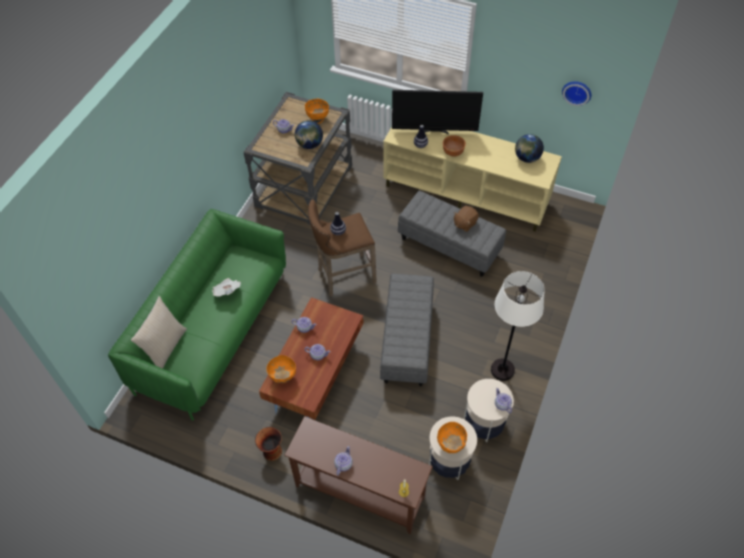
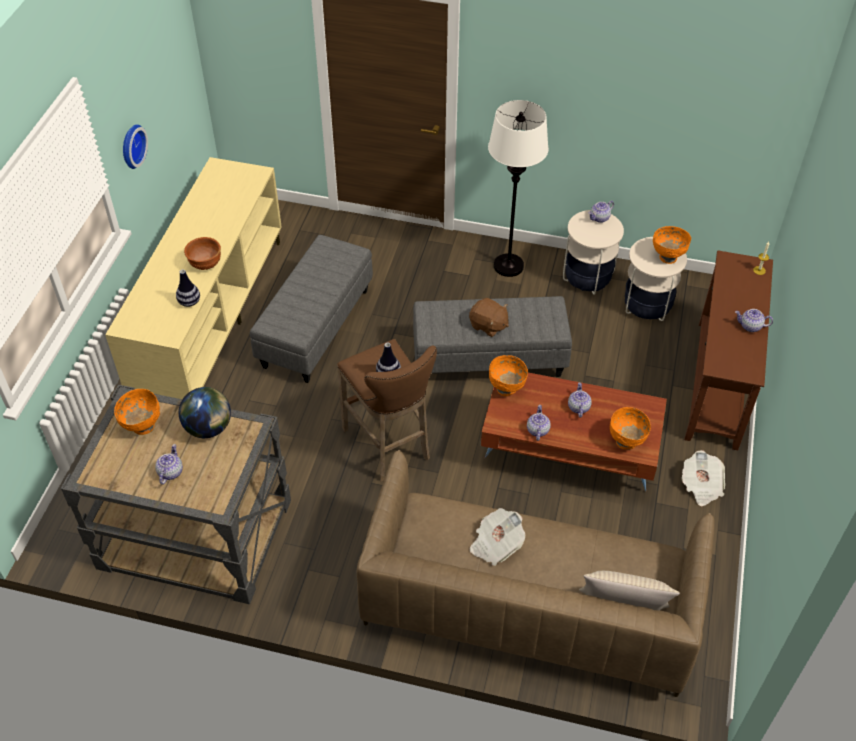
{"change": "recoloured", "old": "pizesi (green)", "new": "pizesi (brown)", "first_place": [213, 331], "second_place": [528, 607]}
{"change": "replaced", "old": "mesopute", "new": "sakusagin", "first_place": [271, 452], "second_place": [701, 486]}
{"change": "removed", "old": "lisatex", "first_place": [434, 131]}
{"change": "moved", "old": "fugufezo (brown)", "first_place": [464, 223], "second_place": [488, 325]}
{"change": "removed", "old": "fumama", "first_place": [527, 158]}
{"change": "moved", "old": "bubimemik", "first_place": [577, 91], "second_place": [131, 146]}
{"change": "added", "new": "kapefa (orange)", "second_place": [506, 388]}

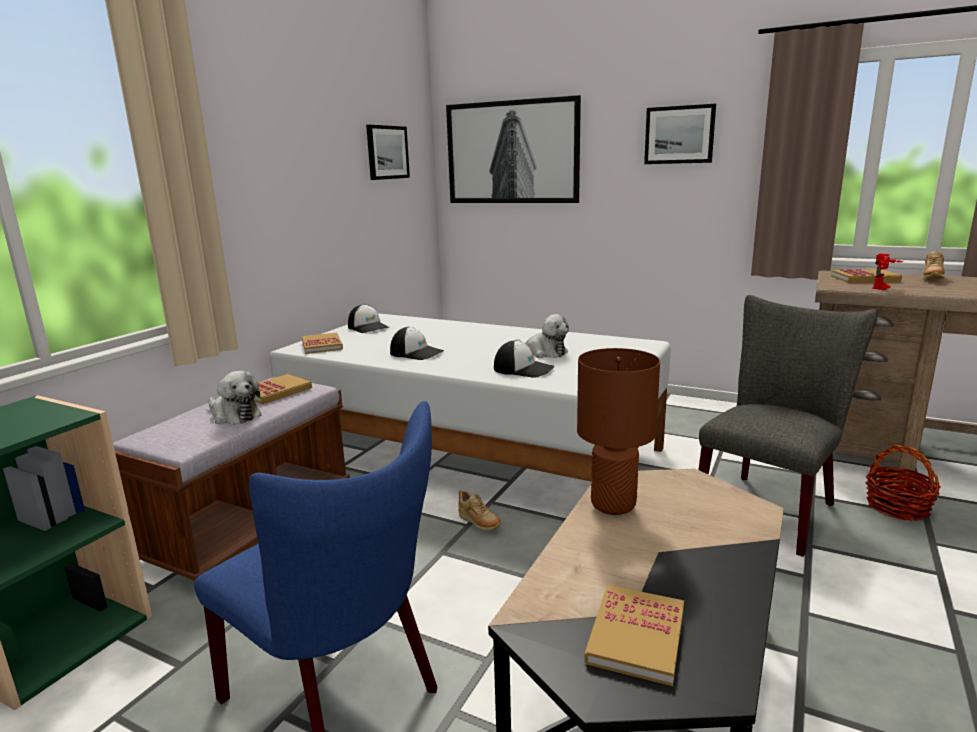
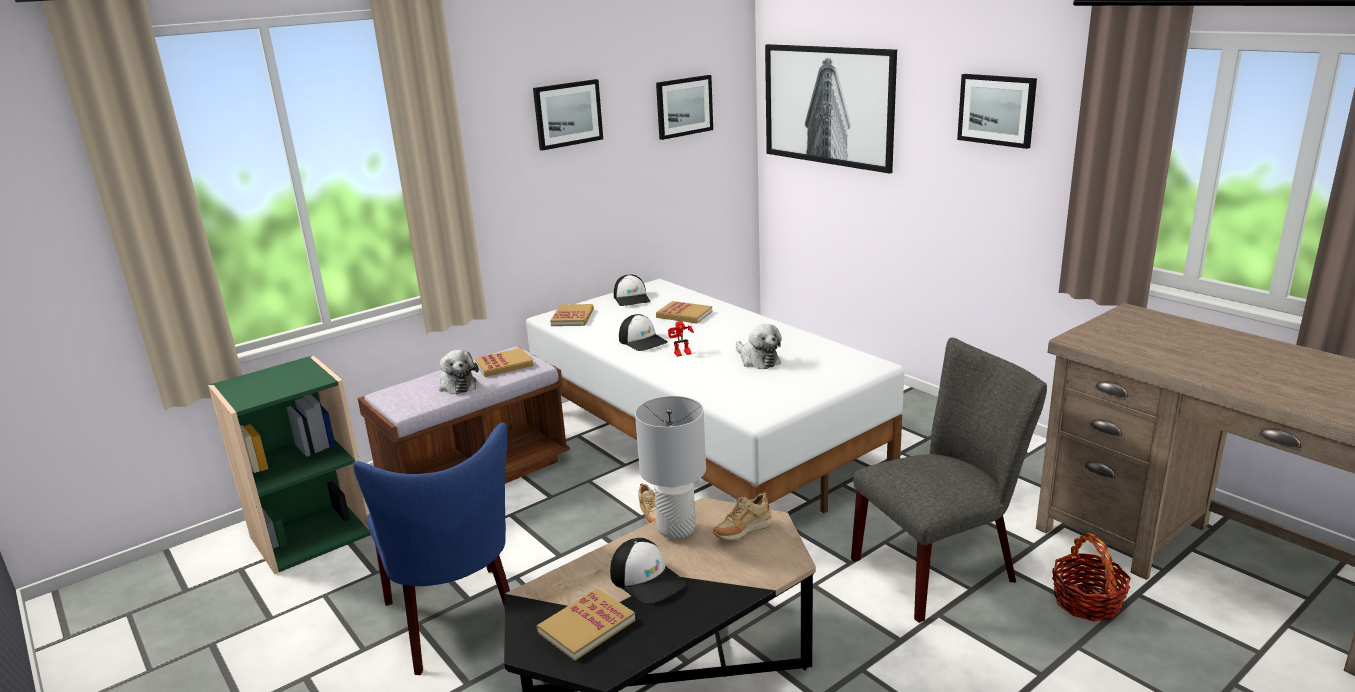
{"change": "moved", "old": "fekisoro", "first_place": [523, 369], "second_place": [647, 579]}
{"change": "recoloured", "old": "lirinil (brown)", "new": "lirinil (grey)", "first_place": [614, 508], "second_place": [677, 532]}
{"change": "moved", "old": "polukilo", "first_place": [865, 279], "second_place": [684, 314]}
{"change": "moved", "old": "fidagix", "first_place": [883, 288], "second_place": [682, 354]}
{"change": "moved", "old": "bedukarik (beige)", "first_place": [932, 279], "second_place": [742, 532]}
{"change": "added", "new": "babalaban", "second_place": [567, 114]}

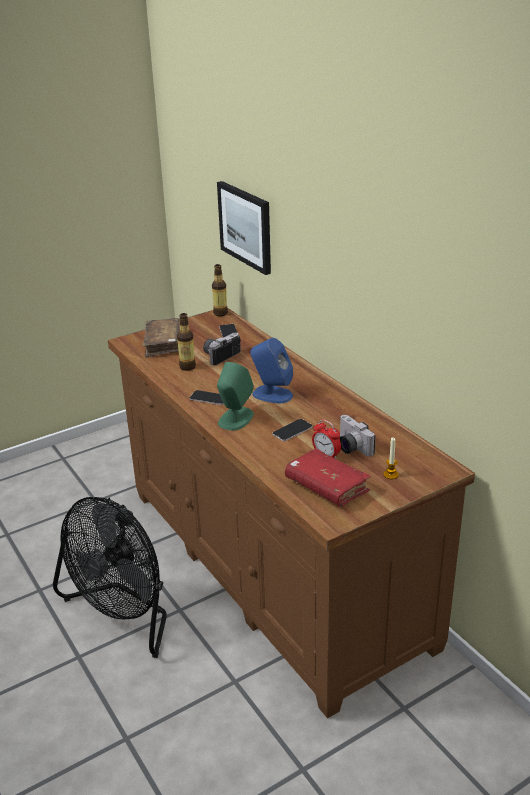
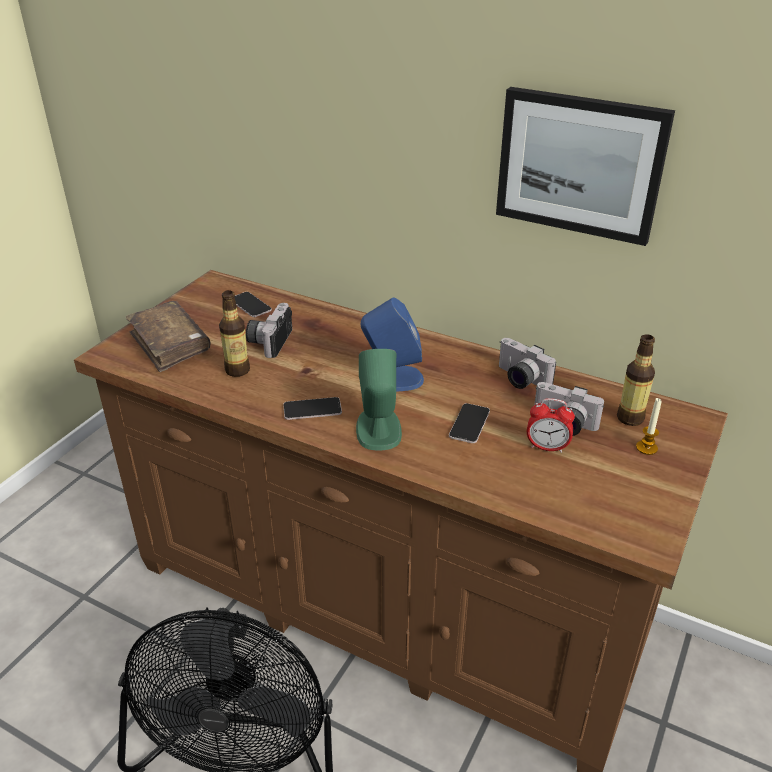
{"change": "moved", "old": "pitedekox", "first_place": [220, 313], "second_place": [630, 418]}
{"change": "moved", "old": "babalaban", "first_place": [246, 226], "second_place": [580, 164]}
{"change": "removed", "old": "polukilo (red)", "first_place": [326, 486]}
{"change": "added", "new": "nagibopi", "second_place": [519, 379]}

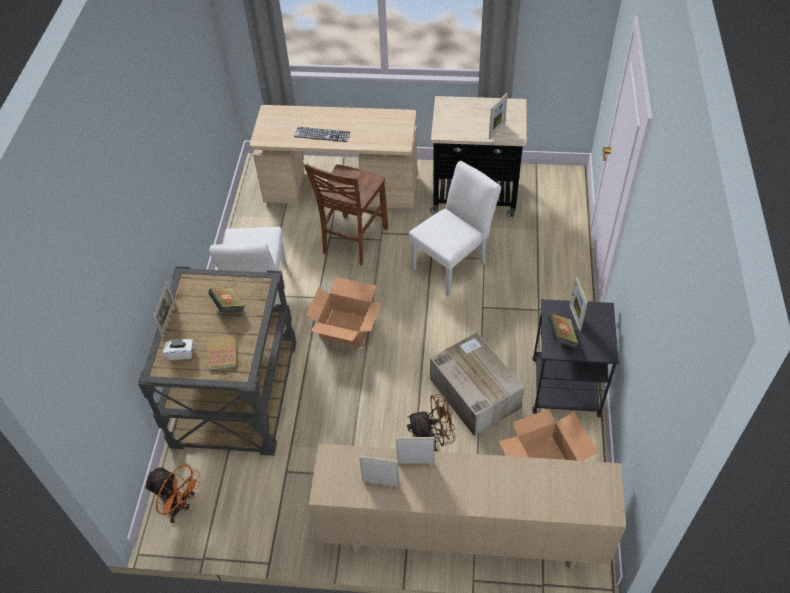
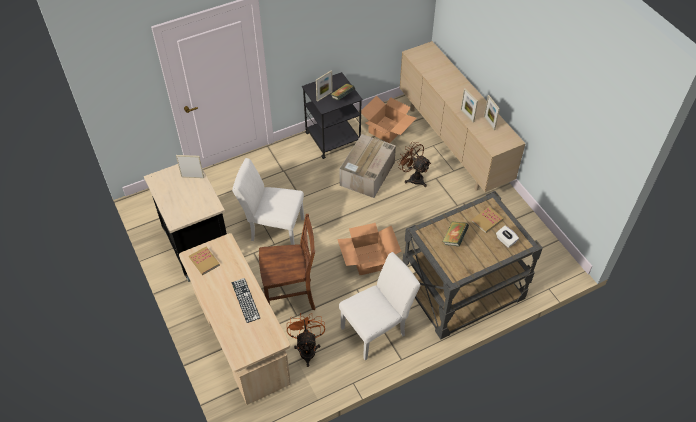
{"change": "moved", "old": "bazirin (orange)", "first_place": [180, 506], "second_place": [307, 348]}
{"change": "removed", "old": "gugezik", "first_place": [168, 319]}
{"change": "added", "new": "polukilo", "second_place": [204, 261]}

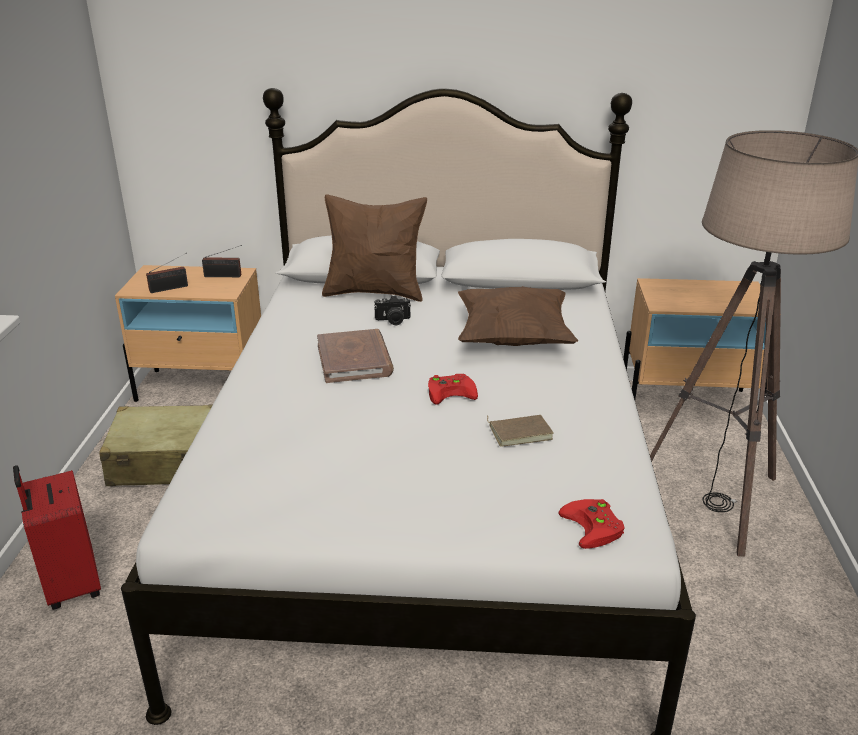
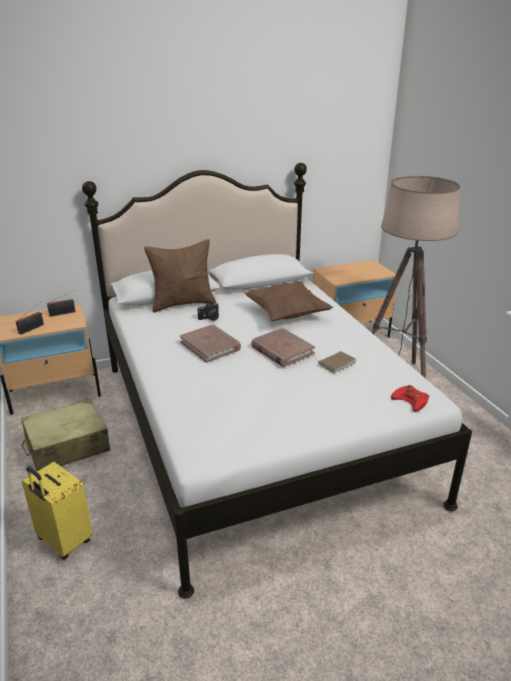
{"change": "recoloured", "old": "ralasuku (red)", "new": "ralasuku (yellow)", "first_place": [71, 586], "second_place": [63, 541]}
{"change": "replaced", "old": "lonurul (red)", "new": "polukilo (brown)", "first_place": [452, 391], "second_place": [282, 350]}

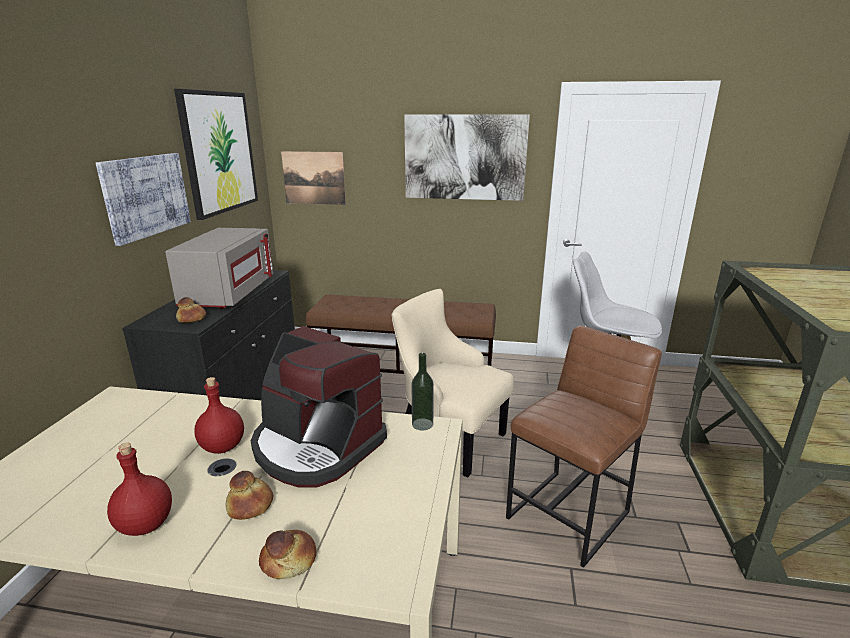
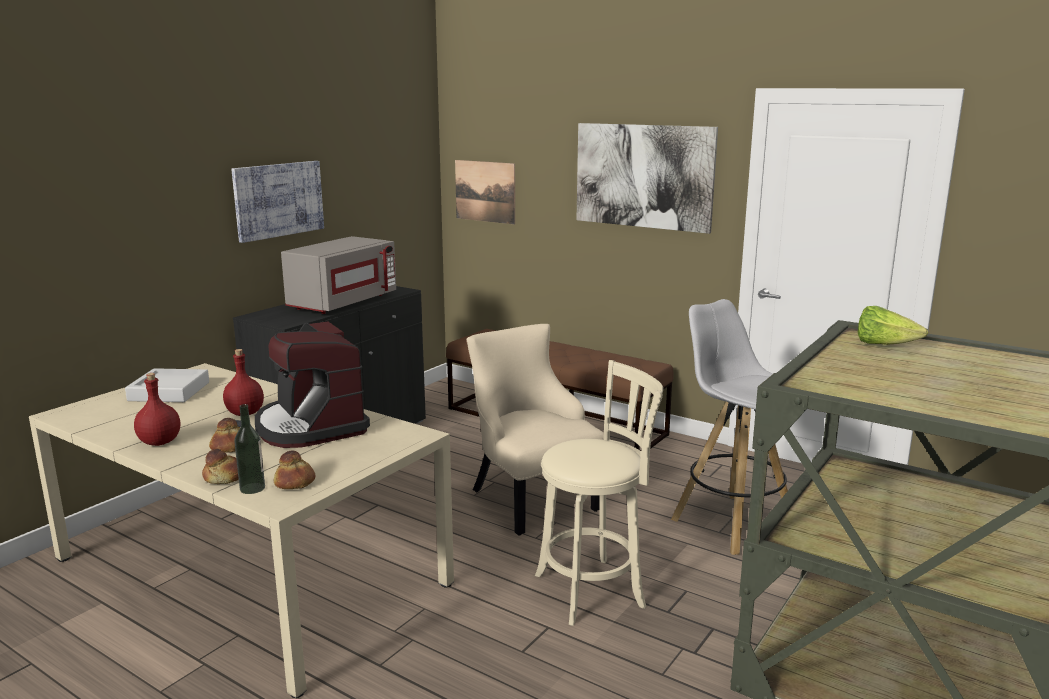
{"change": "removed", "old": "babalaban", "first_place": [219, 152]}
{"change": "moved", "old": "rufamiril", "first_place": [191, 319], "second_place": [294, 483]}
{"change": "moved", "old": "pitedekox", "first_place": [422, 424], "second_place": [252, 488]}
{"change": "replaced", "old": "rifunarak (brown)", "new": "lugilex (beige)", "first_place": [569, 514], "second_place": [595, 589]}
{"change": "added", "new": "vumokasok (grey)", "second_place": [169, 391]}
{"change": "added", "new": "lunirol", "second_place": [884, 345]}

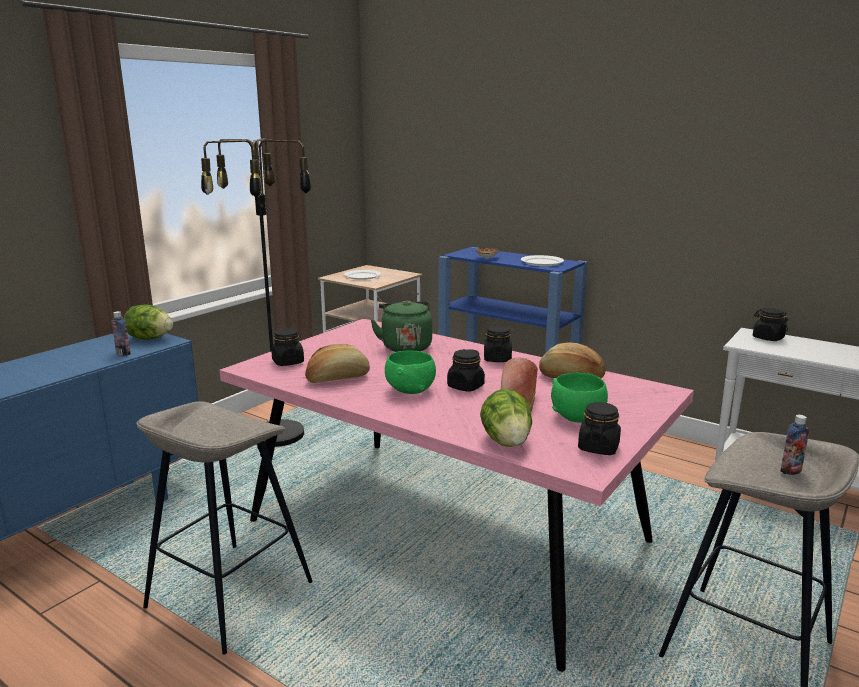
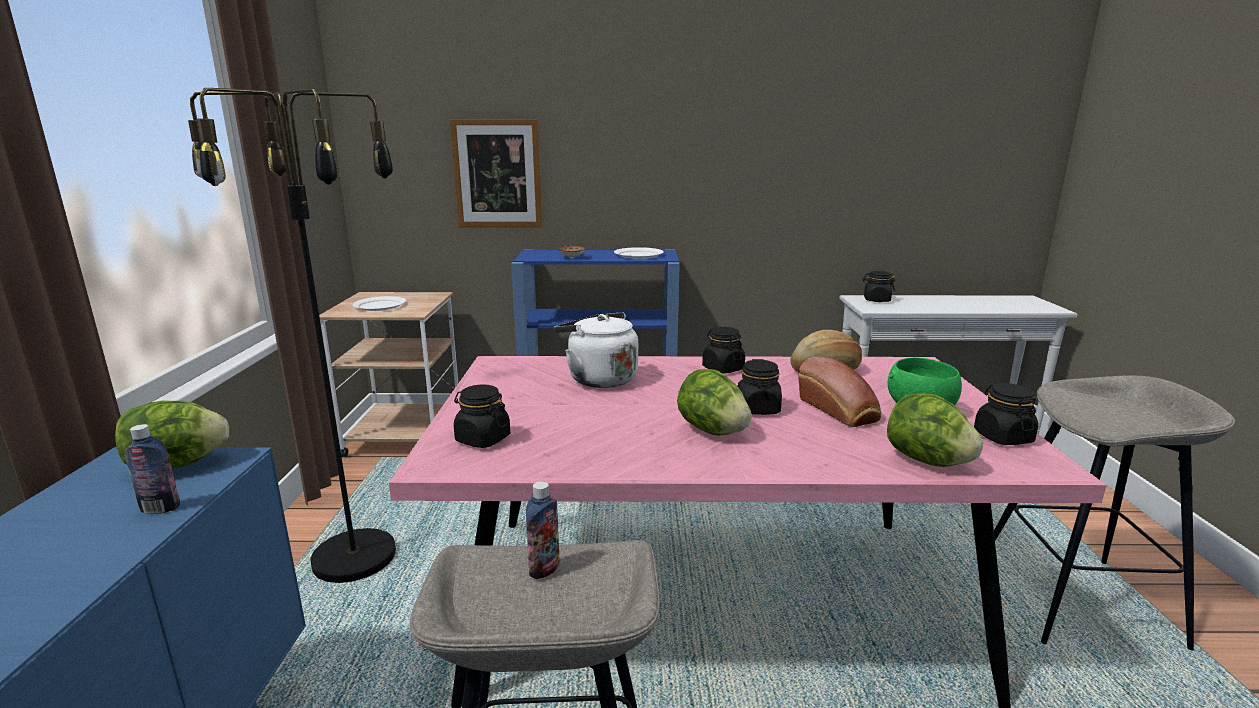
{"change": "removed", "old": "rufamiril", "first_place": [338, 378]}
{"change": "recoloured", "old": "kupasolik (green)", "new": "kupasolik (white)", "first_place": [405, 346], "second_place": [599, 378]}
{"change": "replaced", "old": "kapefa (green)", "new": "lunirol", "first_place": [411, 390], "second_place": [712, 431]}
{"change": "moved", "old": "pitedekox", "first_place": [790, 471], "second_place": [544, 569]}
{"change": "added", "new": "babalaban", "second_place": [497, 174]}

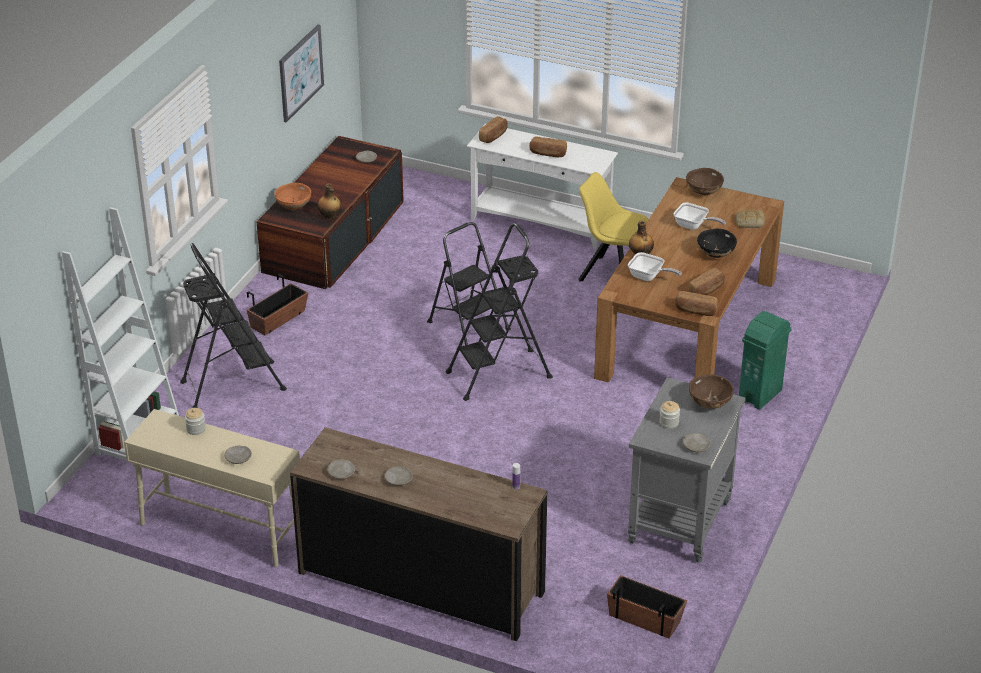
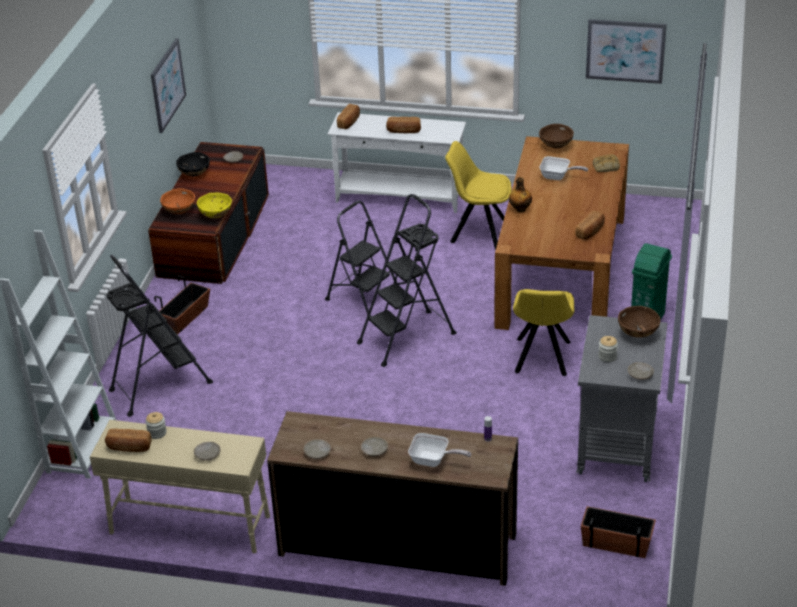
{"change": "replaced", "old": "pitedekox", "new": "kapefa (yellow)", "first_place": [329, 216], "second_place": [216, 215]}
{"change": "moved", "old": "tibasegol", "first_place": [649, 277], "second_place": [433, 461]}
{"change": "moved", "old": "rufamiril", "first_place": [695, 311], "second_place": [129, 447]}
{"change": "moved", "old": "kapefa (black)", "first_place": [715, 255], "second_place": [194, 174]}
{"change": "added", "new": "rifunarak (yellow)", "second_place": [542, 357]}
{"change": "added", "new": "babalaban", "second_place": [625, 51]}

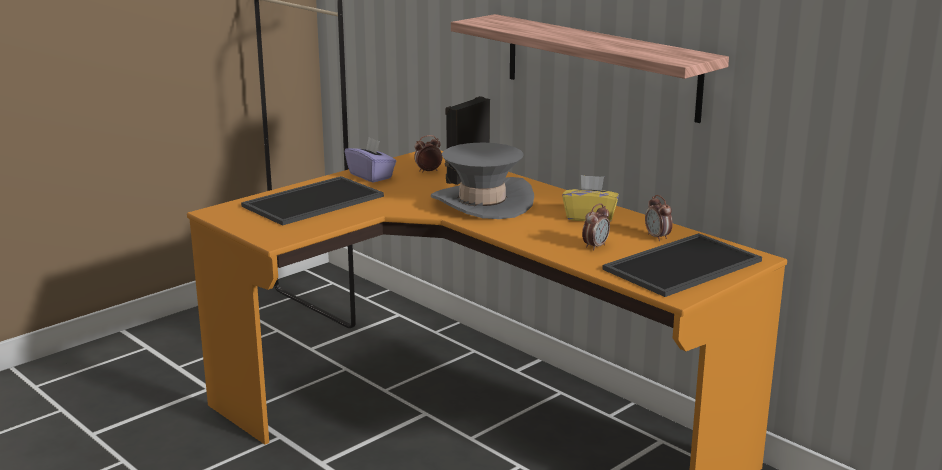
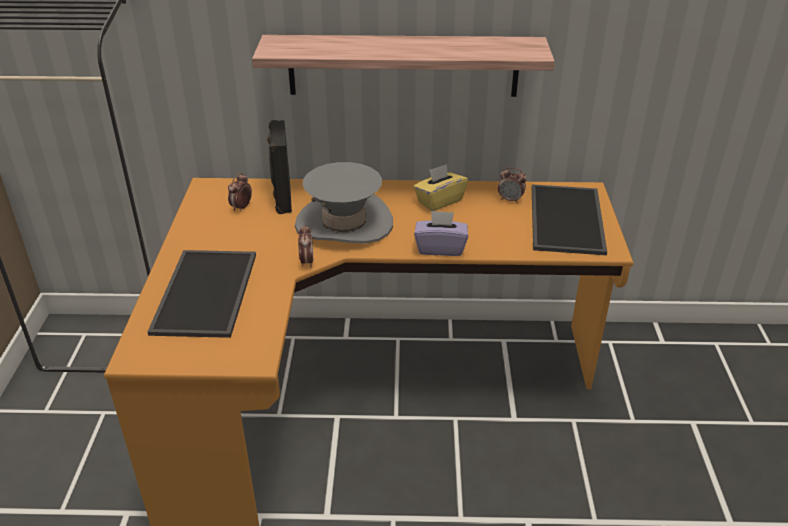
{"change": "moved", "old": "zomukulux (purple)", "first_place": [371, 176], "second_place": [440, 248]}
{"change": "moved", "old": "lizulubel", "first_place": [595, 246], "second_place": [306, 262]}

